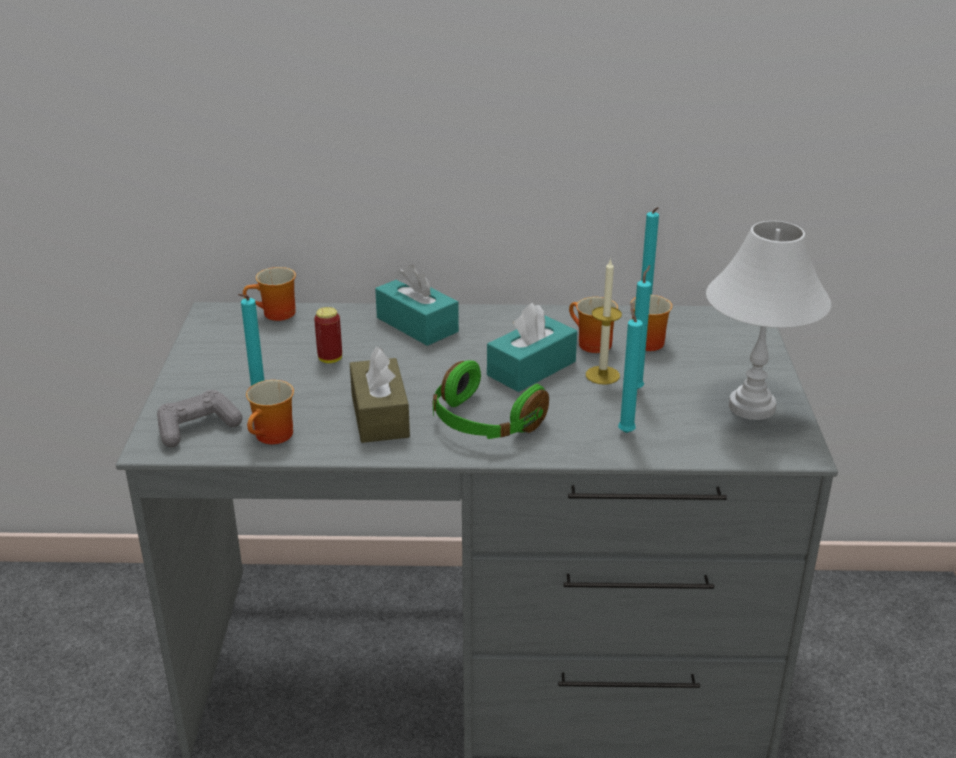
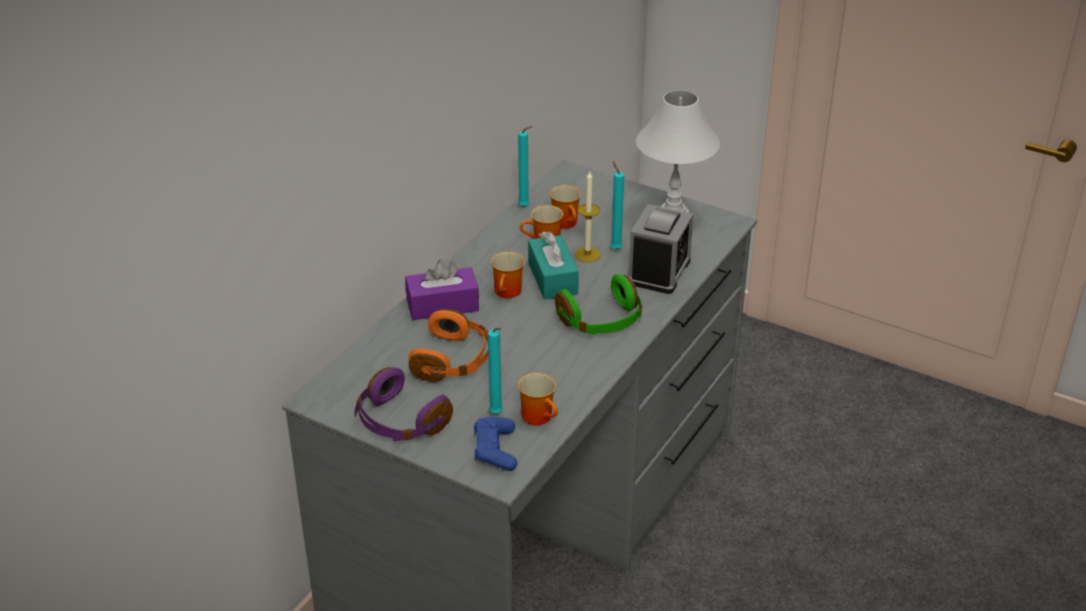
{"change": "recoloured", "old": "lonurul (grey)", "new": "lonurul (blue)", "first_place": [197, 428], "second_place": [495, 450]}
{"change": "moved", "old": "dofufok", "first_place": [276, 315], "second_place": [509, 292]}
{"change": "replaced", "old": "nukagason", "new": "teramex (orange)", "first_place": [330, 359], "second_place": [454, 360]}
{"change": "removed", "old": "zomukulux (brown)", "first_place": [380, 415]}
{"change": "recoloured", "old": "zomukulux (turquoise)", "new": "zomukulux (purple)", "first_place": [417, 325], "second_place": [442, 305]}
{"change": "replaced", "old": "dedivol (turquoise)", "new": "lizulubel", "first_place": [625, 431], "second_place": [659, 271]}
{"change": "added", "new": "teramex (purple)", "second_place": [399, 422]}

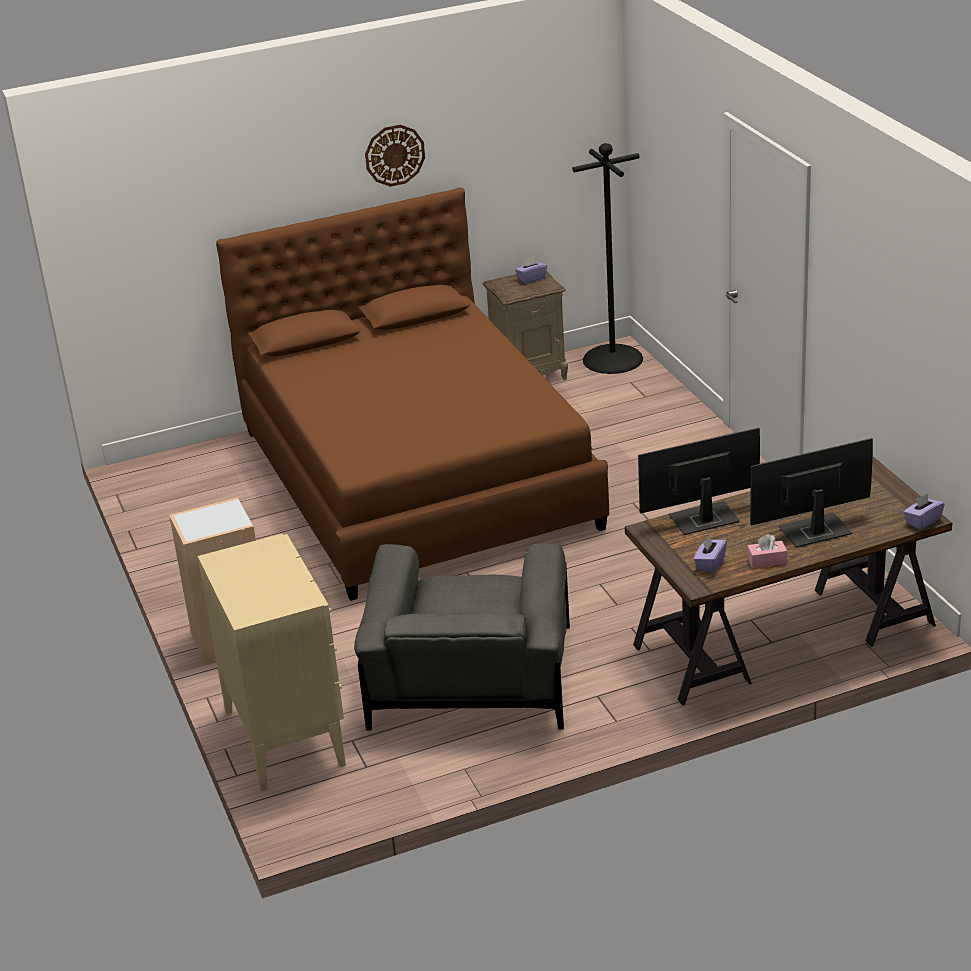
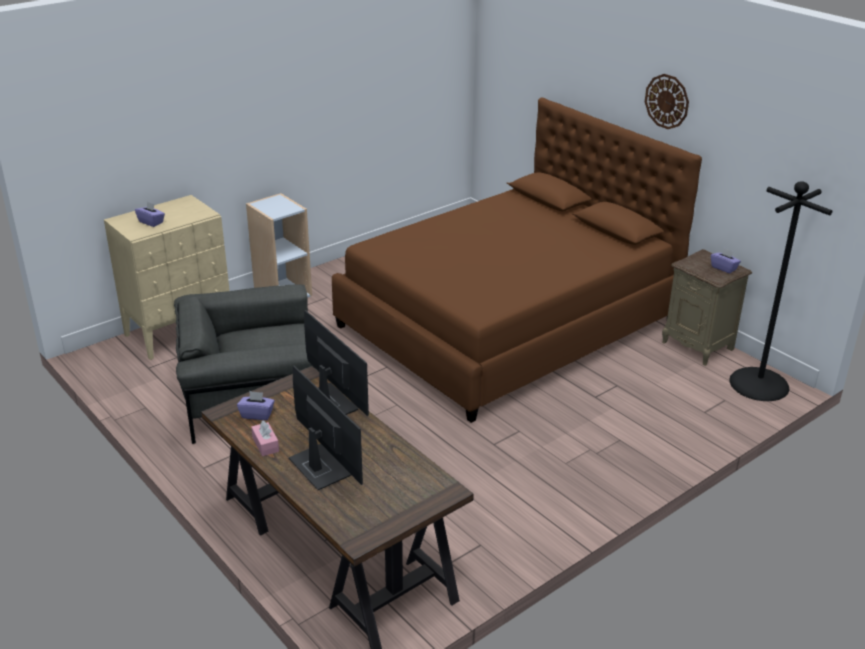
{"change": "moved", "old": "zomukulux (purple)", "first_place": [922, 521], "second_place": [151, 222]}

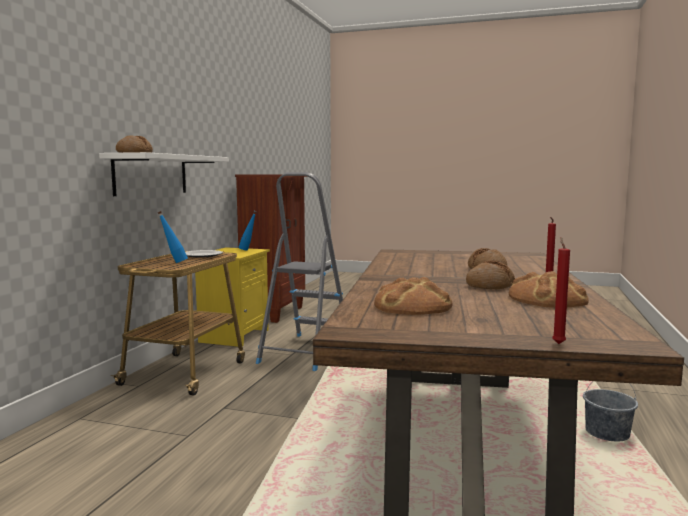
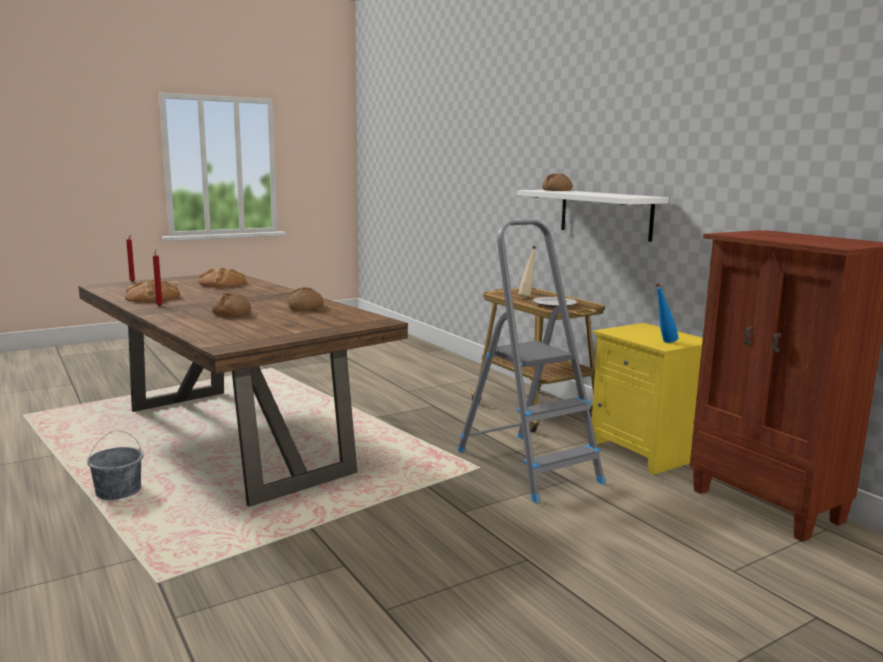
{"change": "recoloured", "old": "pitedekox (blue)", "new": "pitedekox (beige)", "first_place": [174, 263], "second_place": [527, 297]}
{"change": "moved", "old": "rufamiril", "first_place": [490, 285], "second_place": [306, 307]}

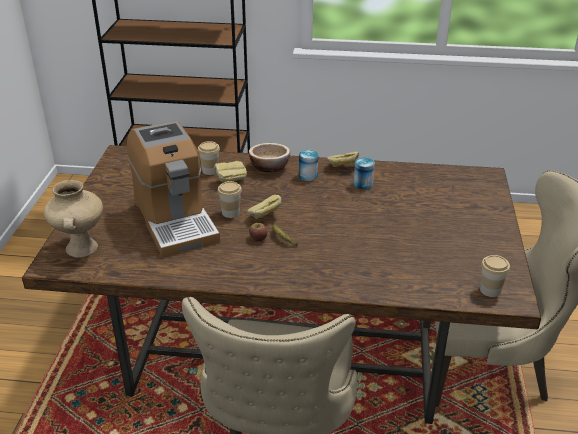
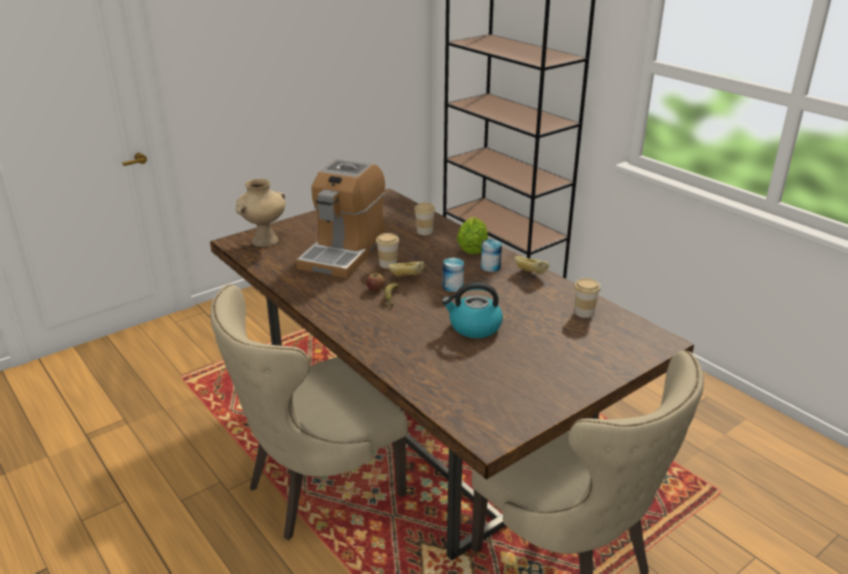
{"change": "removed", "old": "rufamiril", "first_place": [230, 180]}
{"change": "replaced", "old": "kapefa", "new": "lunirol", "first_place": [269, 167], "second_place": [472, 248]}
{"change": "moved", "old": "nukagason", "first_place": [363, 184], "second_place": [452, 286]}
{"change": "moved", "old": "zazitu", "first_place": [490, 290], "second_place": [584, 312]}
{"change": "added", "new": "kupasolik", "second_place": [474, 327]}

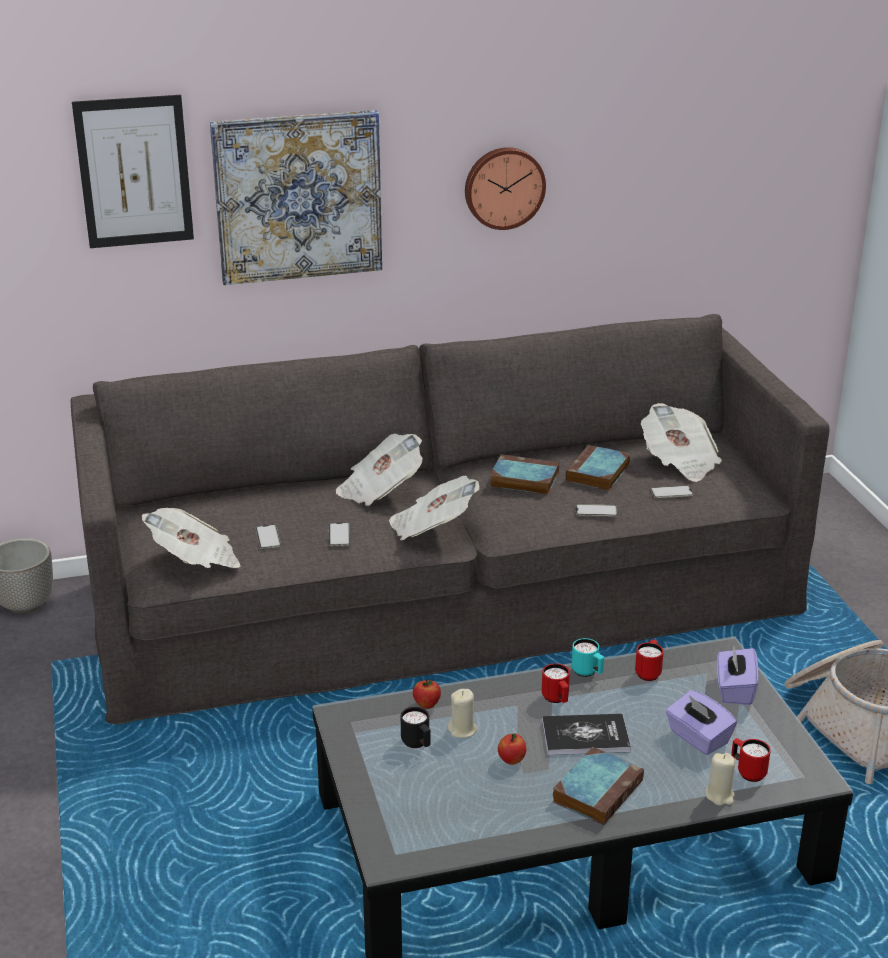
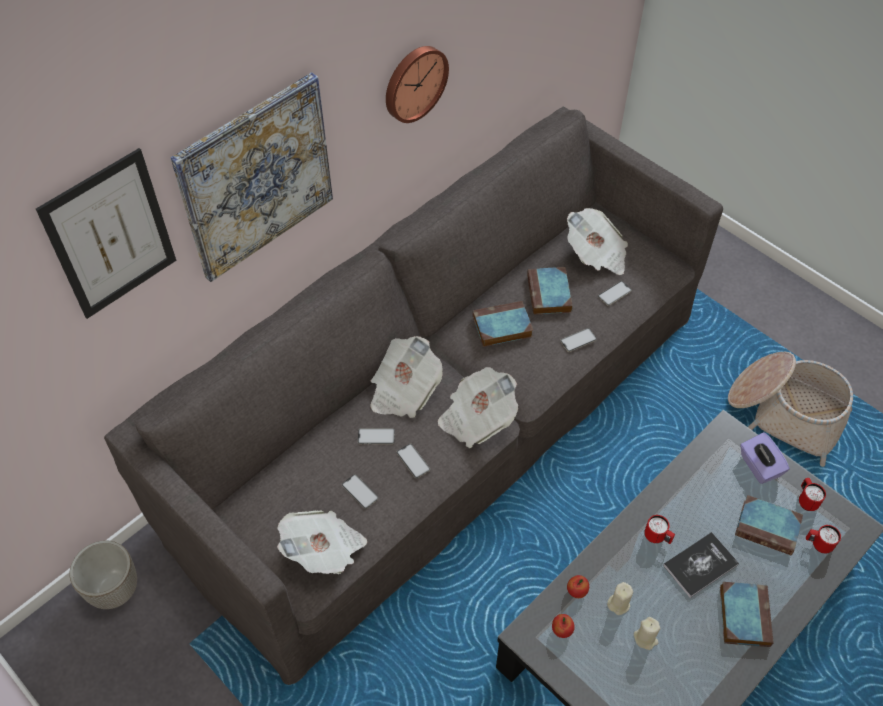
{"change": "removed", "old": "dofufok (black)", "first_place": [417, 744]}
{"change": "moved", "old": "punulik", "first_place": [511, 760], "second_place": [562, 630]}
{"change": "removed", "old": "dofufok (turquoise)", "first_place": [587, 673]}
{"change": "moved", "old": "dofufok (red)", "first_place": [648, 672], "second_place": [806, 500]}
{"change": "replaced", "old": "zomukulux (purple)", "new": "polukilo", "first_place": [698, 738], "second_place": [768, 527]}
{"change": "moved", "old": "dedivol (beige)", "first_place": [720, 795], "second_place": [645, 638]}
{"change": "added", "new": "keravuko", "second_place": [376, 436]}

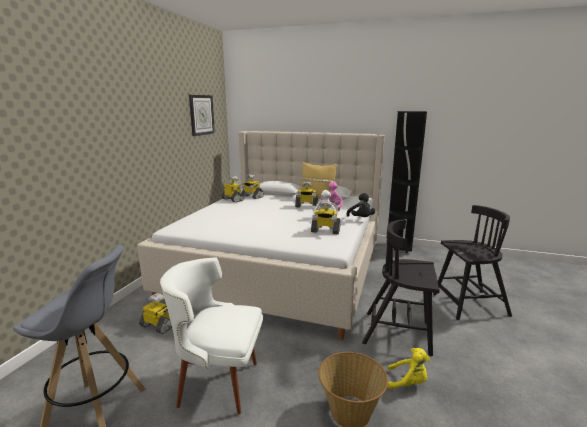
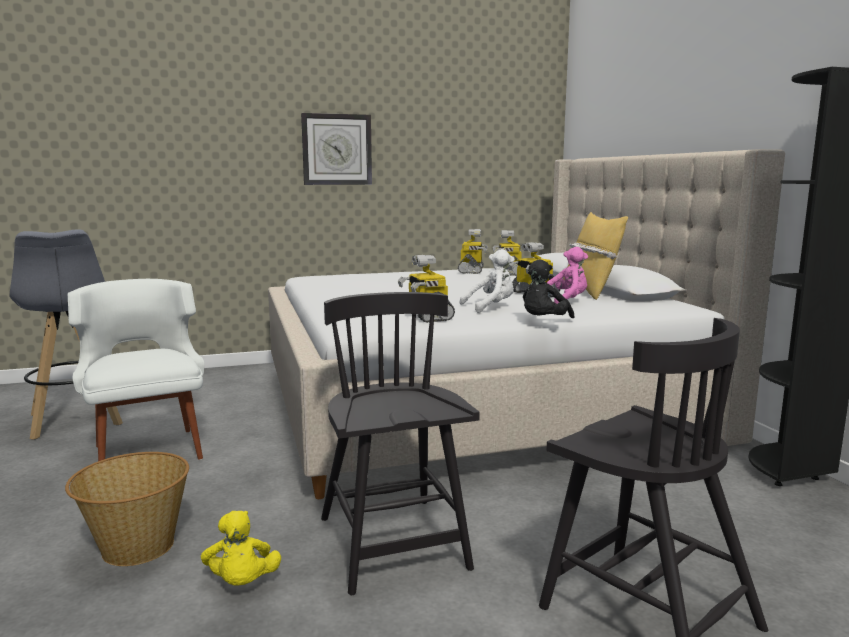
{"change": "removed", "old": "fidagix", "first_place": [158, 326]}
{"change": "moved", "old": "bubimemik", "first_place": [201, 115], "second_place": [337, 149]}

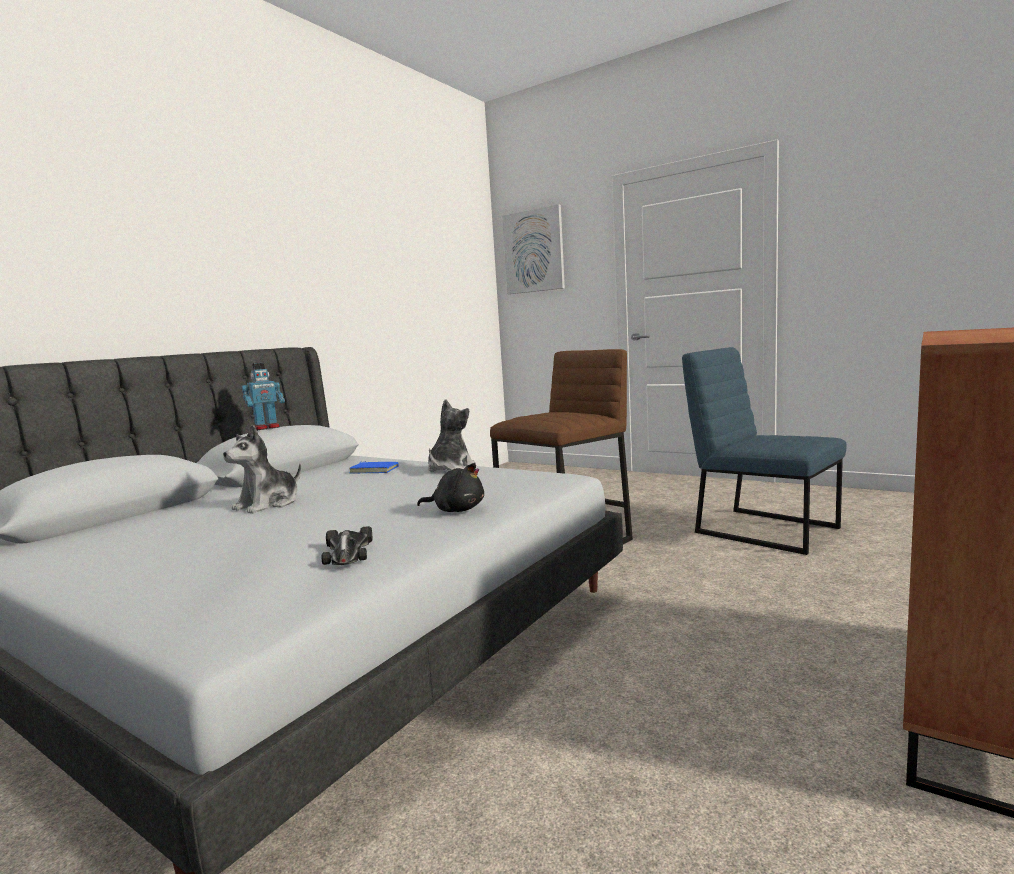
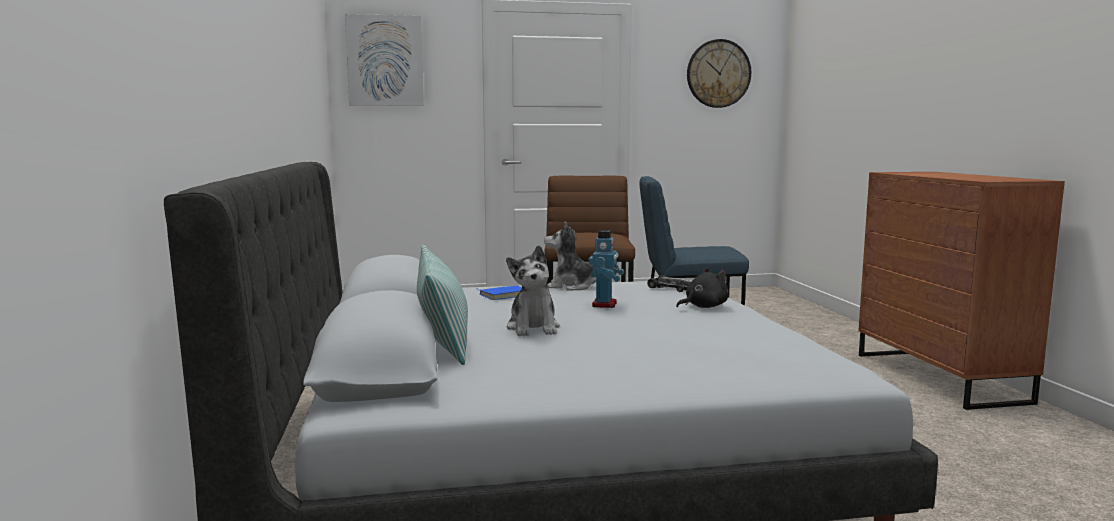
{"change": "moved", "old": "fidagix", "first_place": [266, 428], "second_place": [605, 304]}
{"change": "moved", "old": "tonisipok", "first_place": [348, 552], "second_place": [670, 288]}
{"change": "turned", "old": "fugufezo", "first_place": [450, 469], "second_place": [572, 286], "degrees": -60}
{"change": "added", "new": "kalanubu", "second_place": [442, 339]}
{"change": "added", "new": "bubimemik", "second_place": [718, 73]}

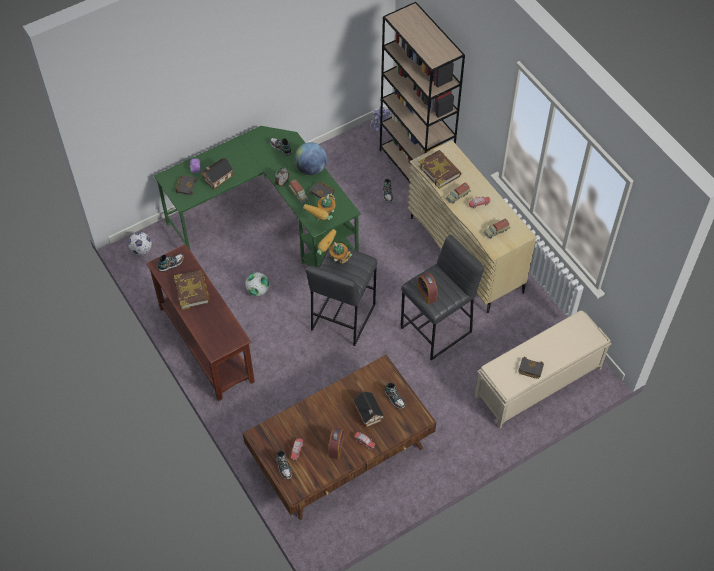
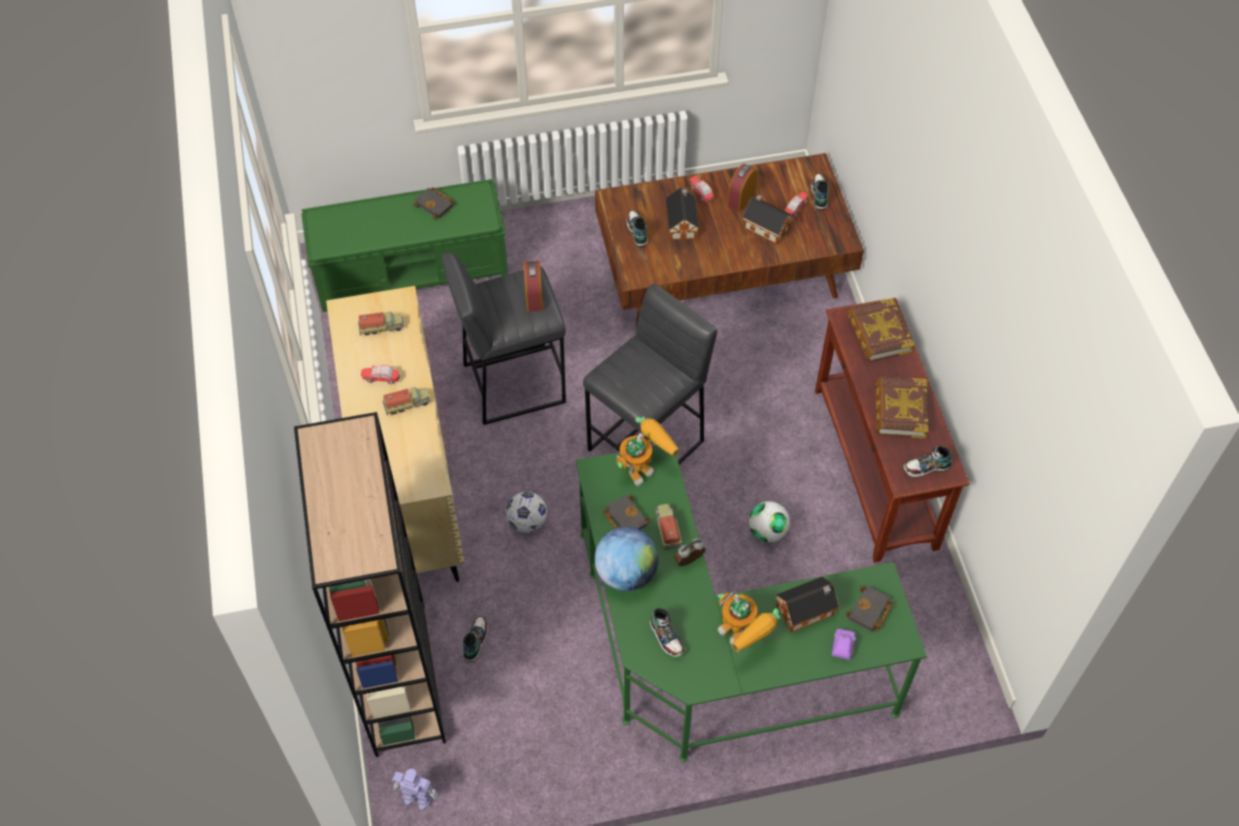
{"change": "moved", "old": "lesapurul", "first_place": [141, 250], "second_place": [527, 522]}
{"change": "moved", "old": "fidagix", "first_place": [334, 260], "second_place": [743, 637]}
{"change": "moved", "old": "polukilo", "first_place": [439, 171], "second_place": [878, 334]}
{"change": "recoloured", "old": "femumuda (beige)", "new": "femumuda (green)", "first_place": [537, 383], "second_place": [413, 271]}
{"change": "added", "new": "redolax", "second_place": [765, 226]}

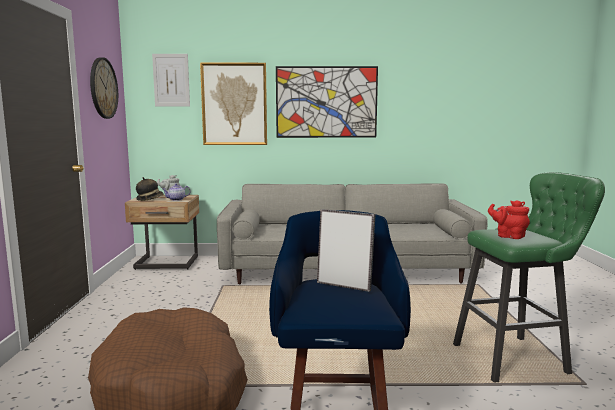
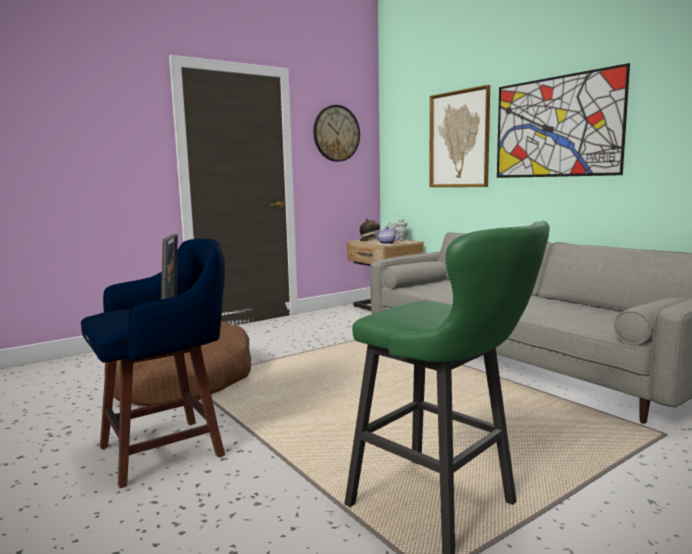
{"change": "removed", "old": "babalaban", "first_place": [171, 80]}
{"change": "removed", "old": "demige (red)", "first_place": [508, 236]}

